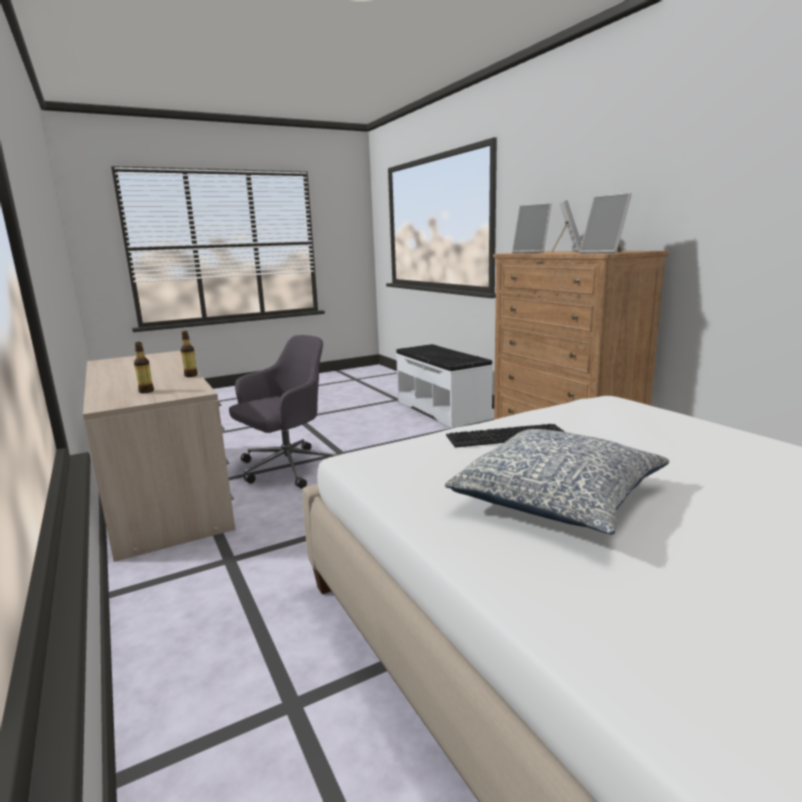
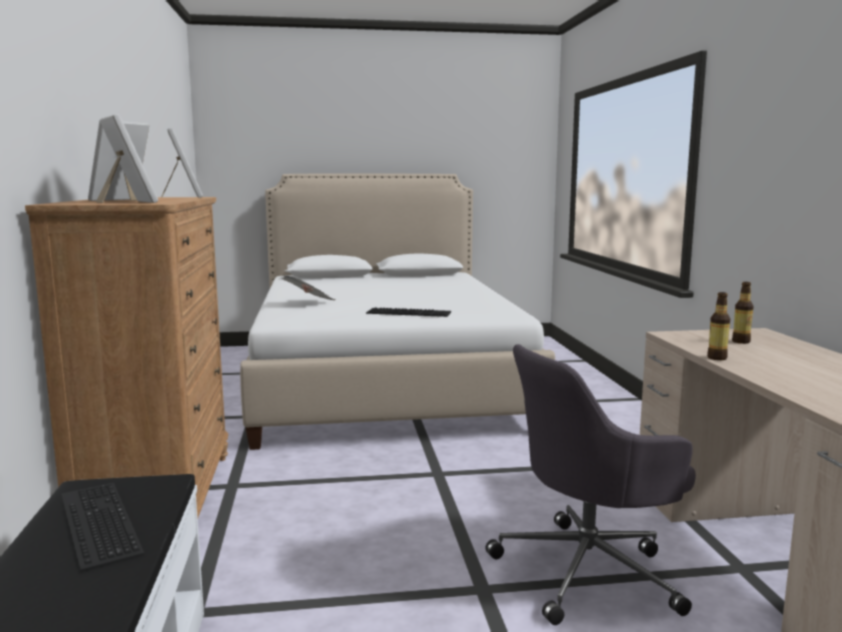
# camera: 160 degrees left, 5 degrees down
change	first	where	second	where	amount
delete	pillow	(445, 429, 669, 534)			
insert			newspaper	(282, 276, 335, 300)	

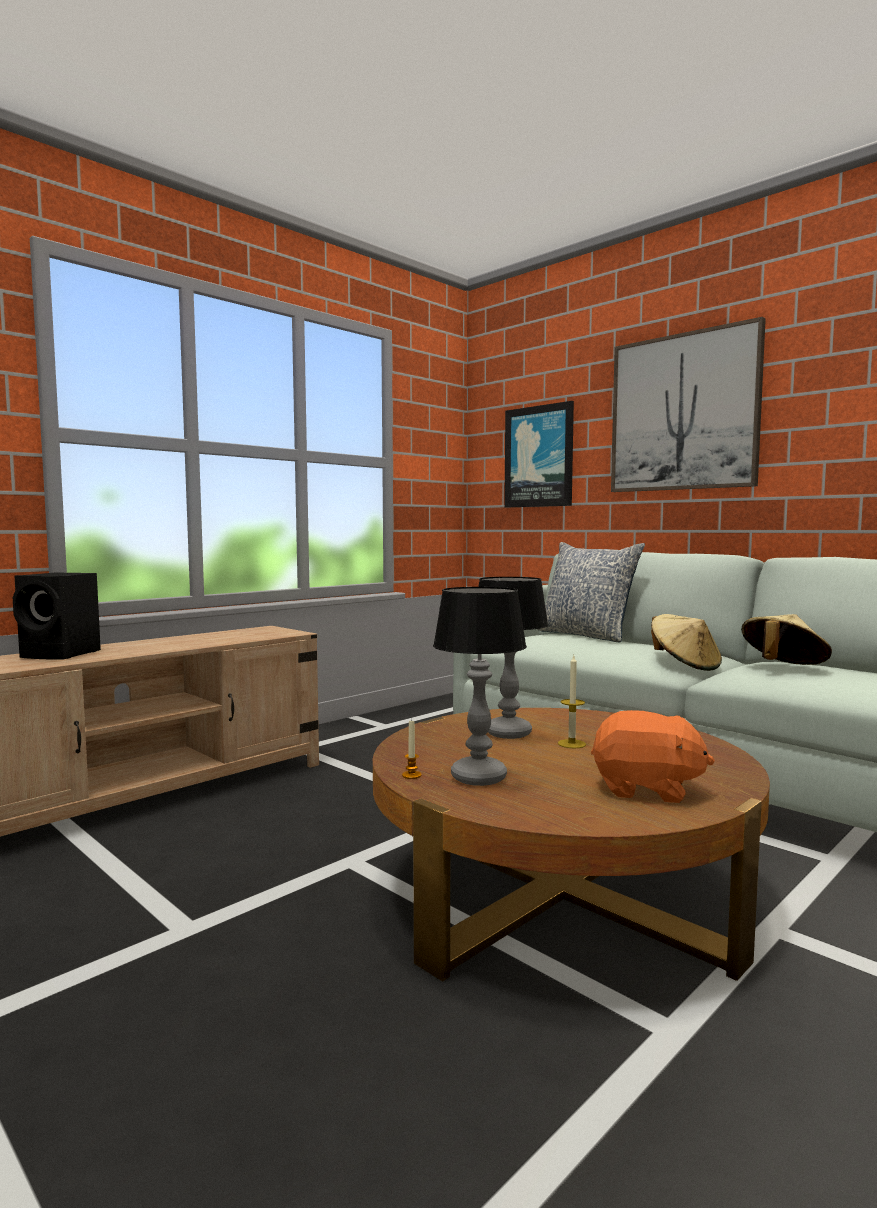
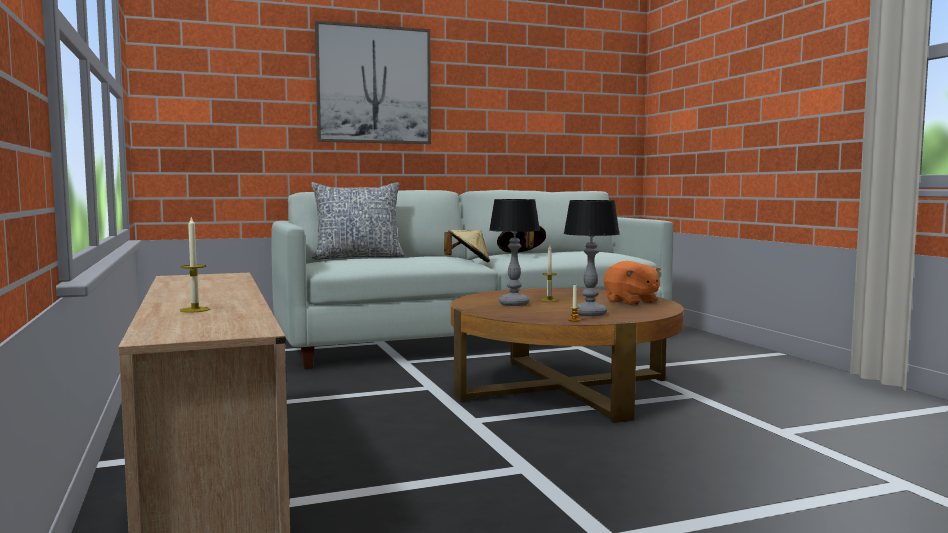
# camera: 65 degrees left, 0 degrees up
change	first	where	second	where	amount
delete	picture	(504, 401, 574, 508)			
replace	speaker in black	(13, 573, 101, 660)	candle	(180, 216, 210, 313)	
rotate	plush toy in orange	(591, 710, 715, 803)		(604, 261, 661, 305)	105 degrees clockwise

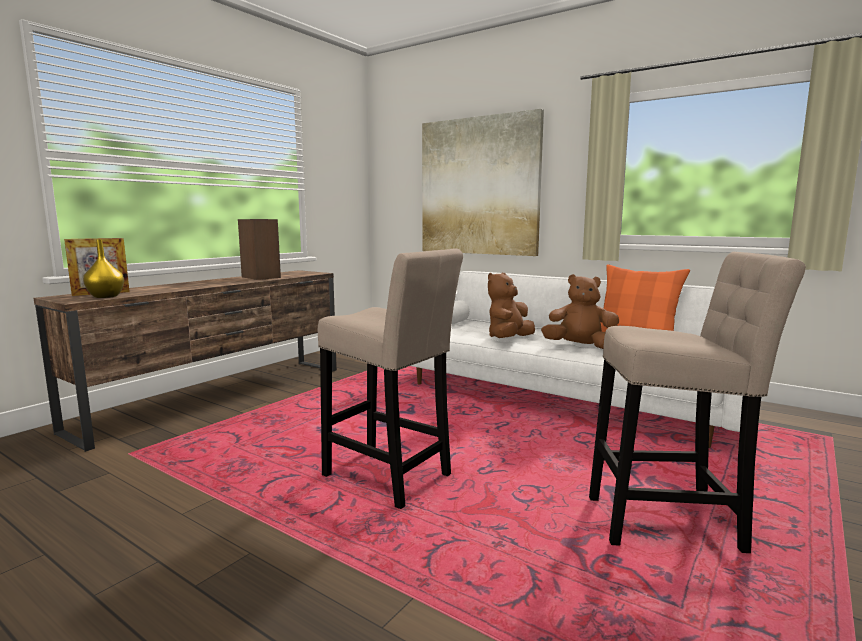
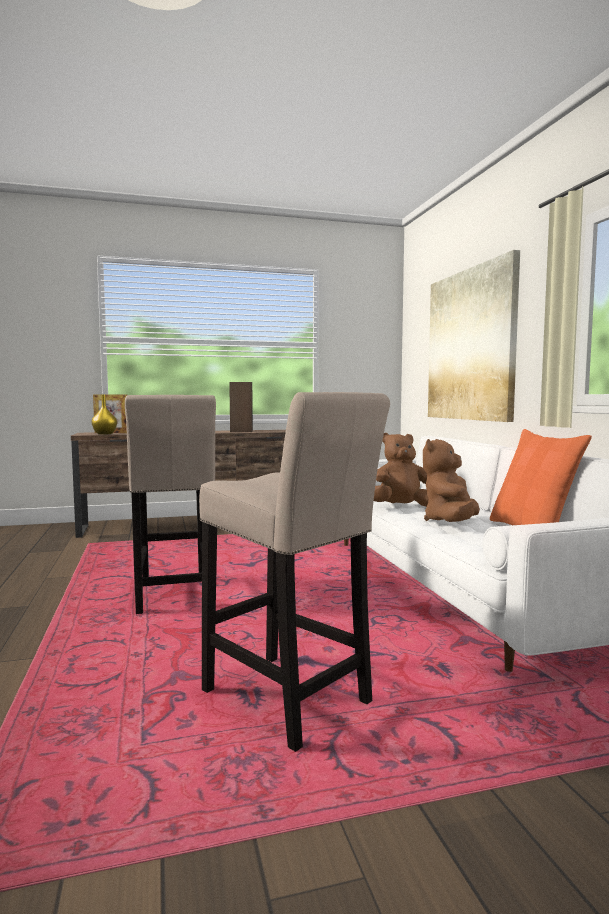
# camera: 40 degrees right, 5 degrees down
change	first	where	second	where	amount
rotate	plush toy in brown	(541, 274, 619, 349)		(423, 439, 480, 522)	120 degrees counterclockwise

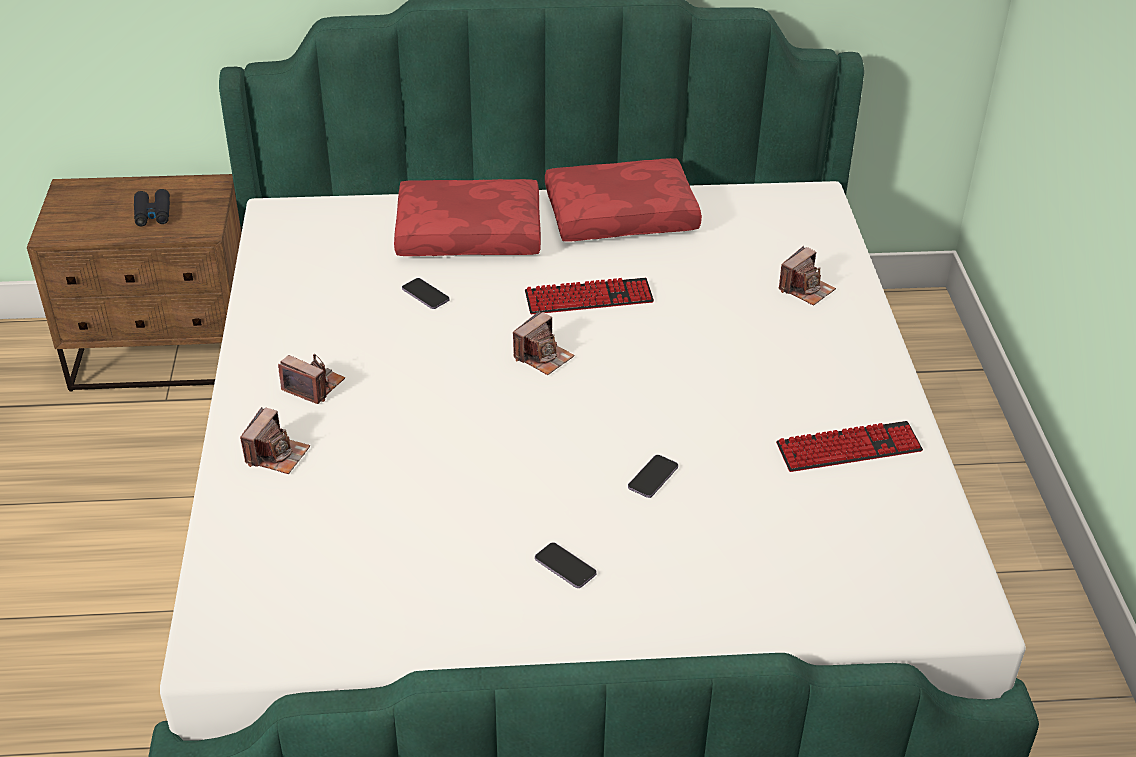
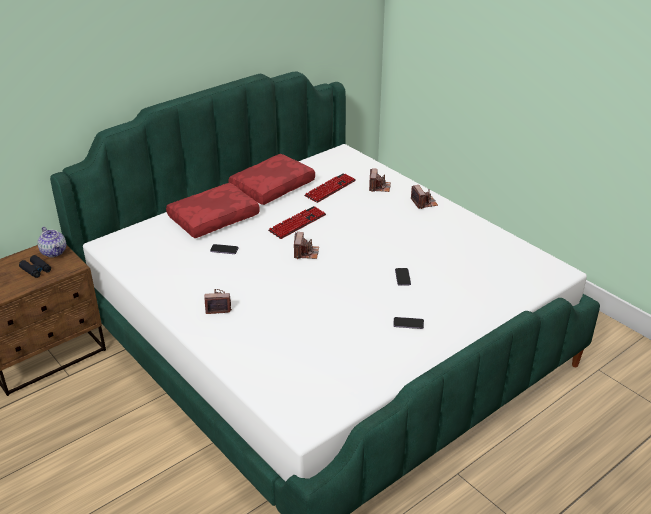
# camera: 35 degrees left, 5 degrees down
change	first	where	second	where	amount
move	photo camera	(240, 407, 310, 474)		(411, 185, 438, 209)	
move	keyboard	(776, 421, 923, 472)		(304, 173, 356, 203)	
insert			teapot	(38, 227, 66, 257)	

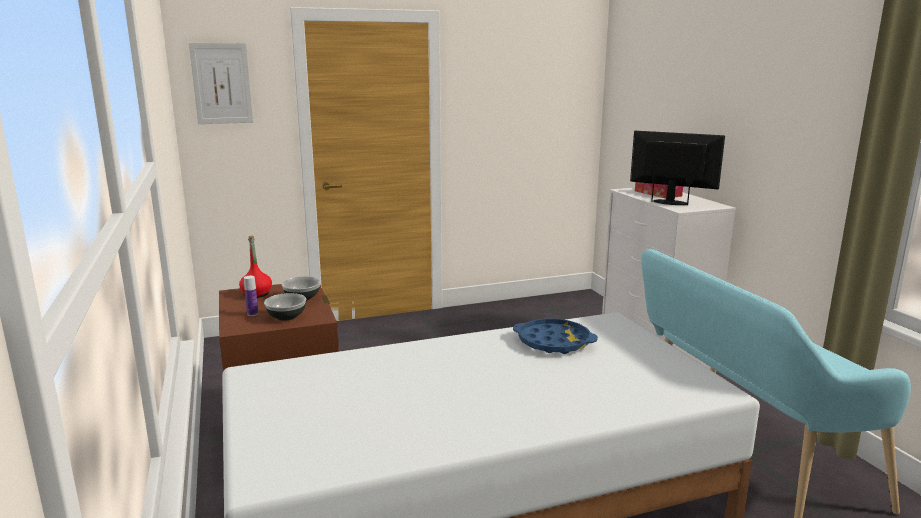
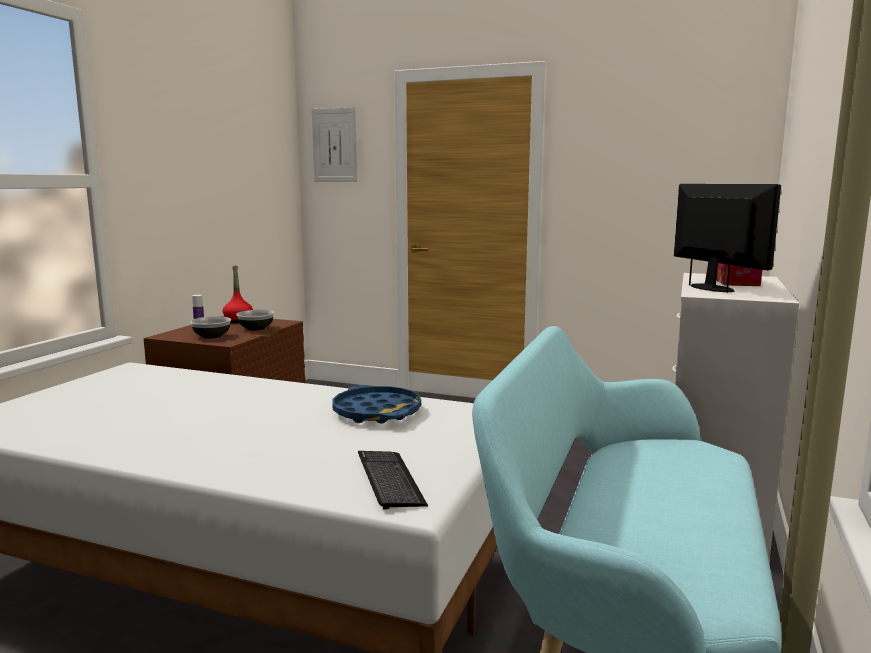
# camera: 40 degrees right, 5 degrees down
change	first	where	second	where	amount
insert			keyboard	(358, 451, 428, 510)	

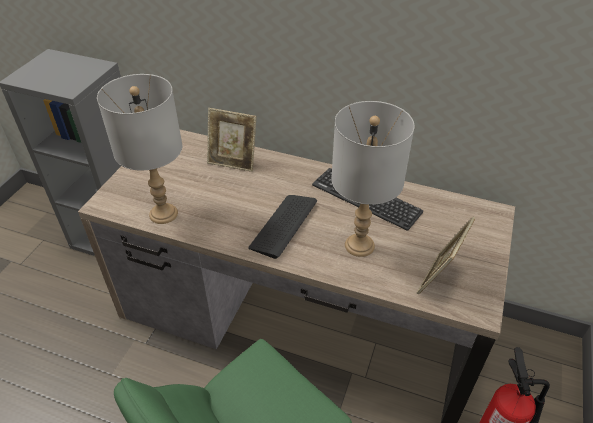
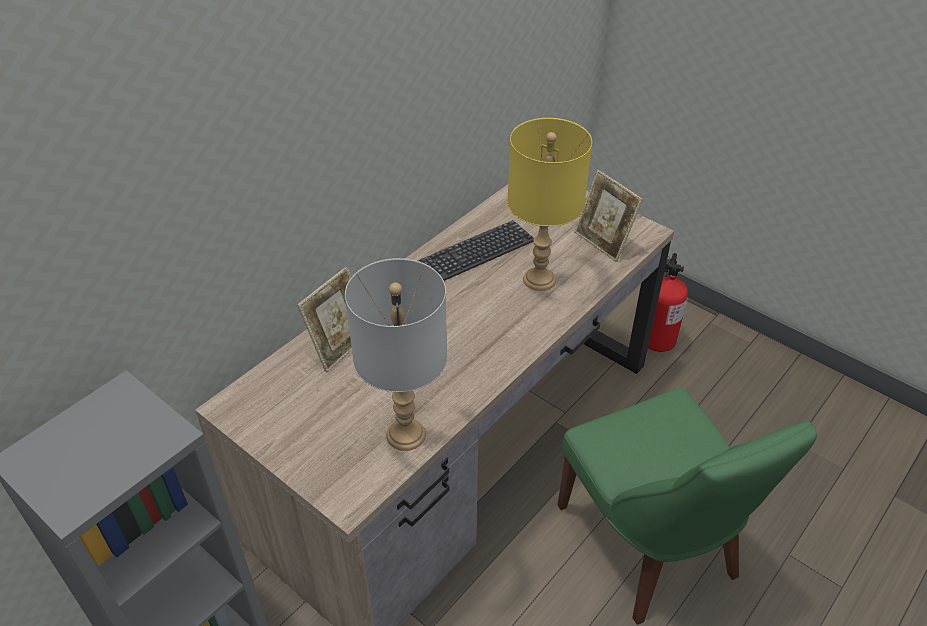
# camera: 70 degrees left, 0 degrees up
change	first	where	second	where	amount
recolor	table lamp in grey	(331, 101, 415, 257)	table lamp in yellow	(507, 118, 592, 291)	
delete	keyboard	(248, 195, 317, 259)			

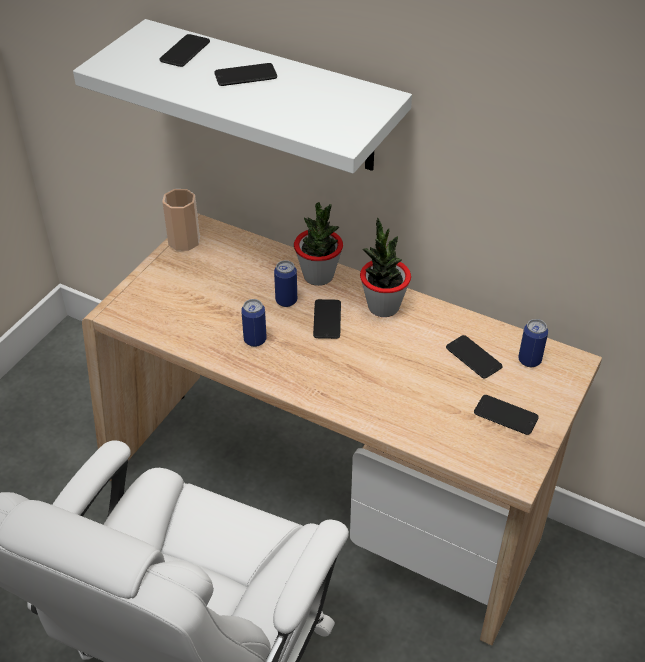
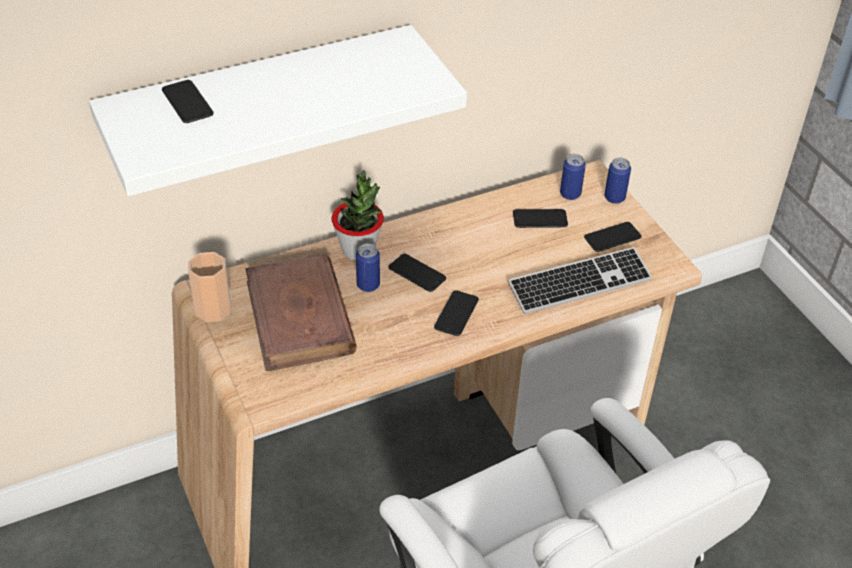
# camera: 55 degrees left, 0 degrees up
change	first	where	second	where	amount
move	phone	(214, 63, 277, 86)		(434, 291, 479, 336)	
delete	potted plant	(360, 218, 411, 317)			
move	can	(241, 299, 267, 347)		(604, 158, 631, 204)	
insert			keyboard	(508, 247, 652, 314)	
insert			book in brown	(245, 255, 357, 371)	

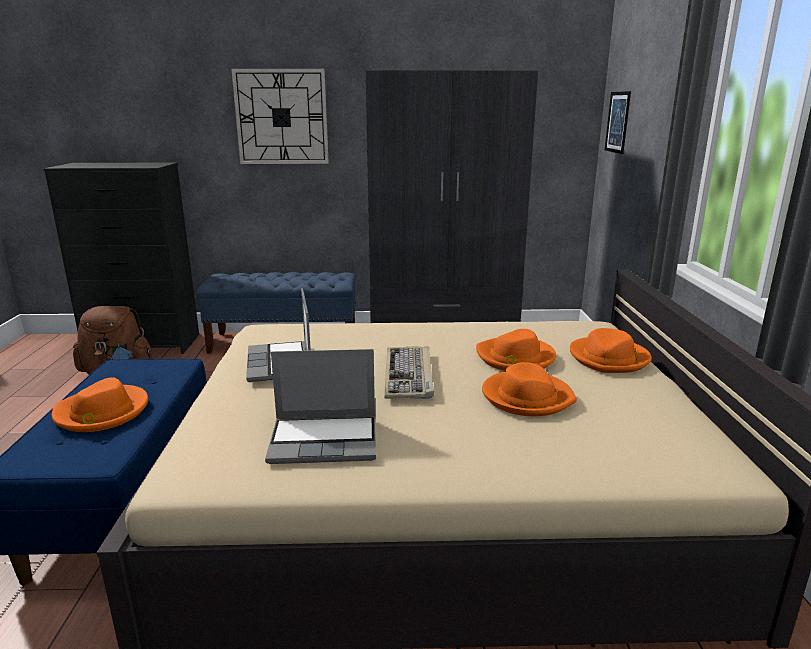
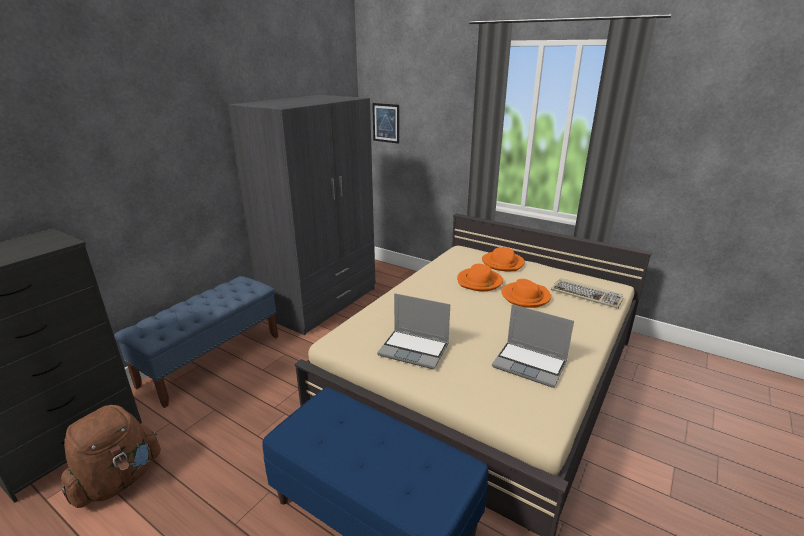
# camera: 55 degrees left, 5 degrees up
change	first	where	second	where	amount
delete	wall clock	(231, 69, 329, 164)			
move	keyboard	(384, 346, 434, 399)		(551, 278, 624, 309)	
rotate	laptop	(265, 349, 376, 464)		(492, 304, 574, 388)	90 degrees clockwise
delete	hat in orange	(52, 377, 148, 432)			

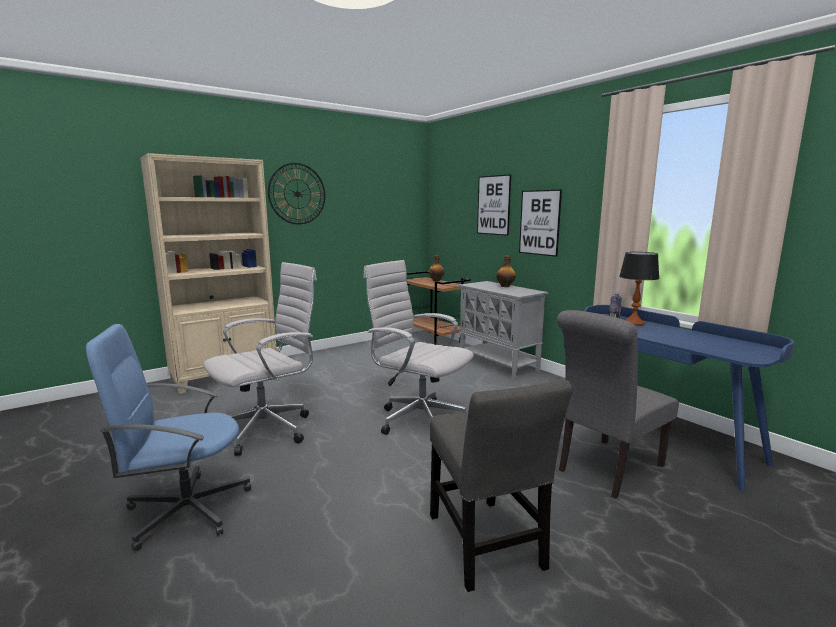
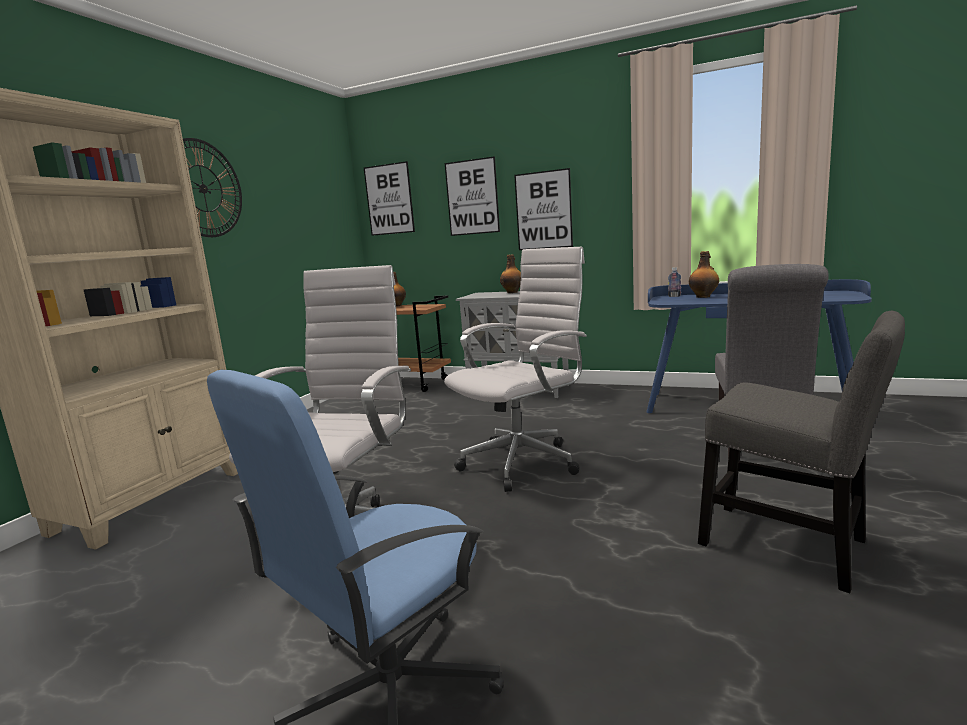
# camera: 30 degrees left, 0 degrees up
change	first	where	second	where	amount
replace	table lamp	(619, 252, 659, 326)	bottle	(689, 251, 719, 298)	
rotate	office chair in white	(363, 260, 474, 435)		(444, 247, 587, 492)	135 degrees clockwise
insert			picture	(364, 161, 415, 236)	

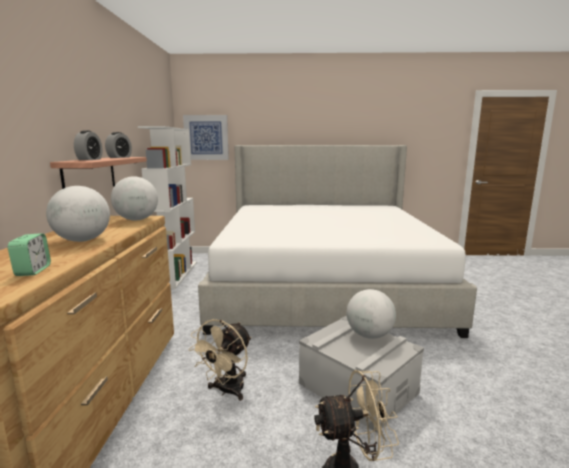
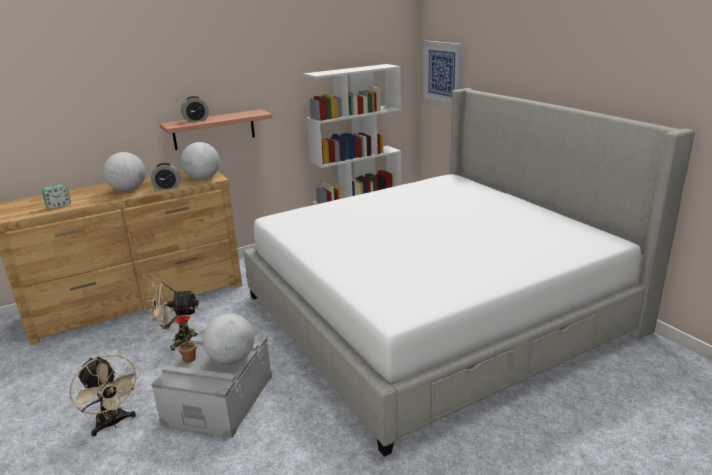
# camera: 60 degrees right, 10 degrees up
change	first	where	second	where	amount
move	alarm clock	(105, 132, 132, 158)		(151, 163, 180, 190)	
insert			potted plant	(170, 315, 196, 363)	

